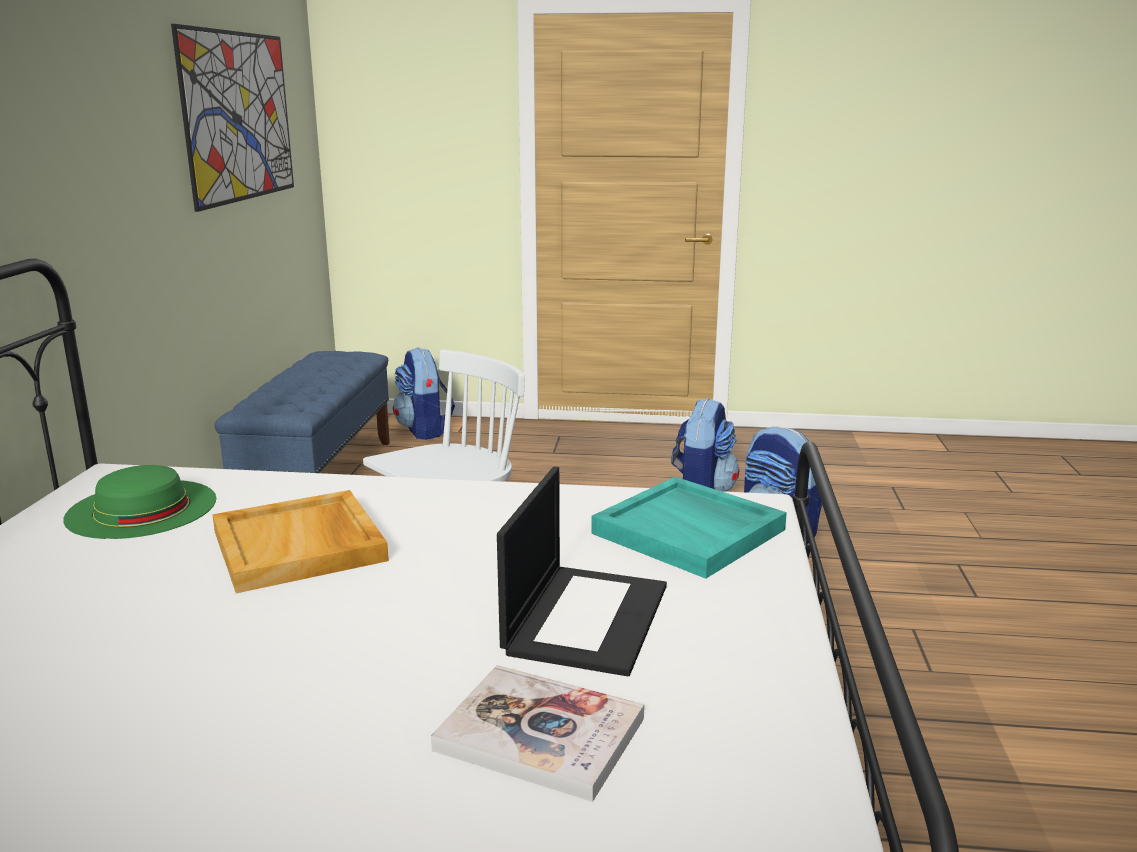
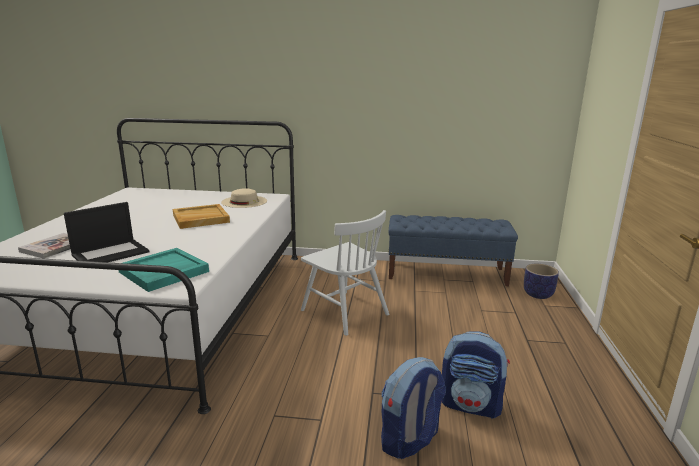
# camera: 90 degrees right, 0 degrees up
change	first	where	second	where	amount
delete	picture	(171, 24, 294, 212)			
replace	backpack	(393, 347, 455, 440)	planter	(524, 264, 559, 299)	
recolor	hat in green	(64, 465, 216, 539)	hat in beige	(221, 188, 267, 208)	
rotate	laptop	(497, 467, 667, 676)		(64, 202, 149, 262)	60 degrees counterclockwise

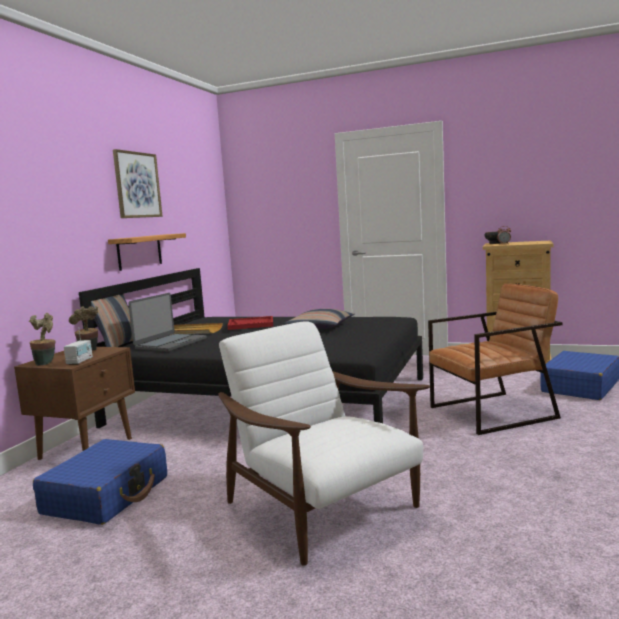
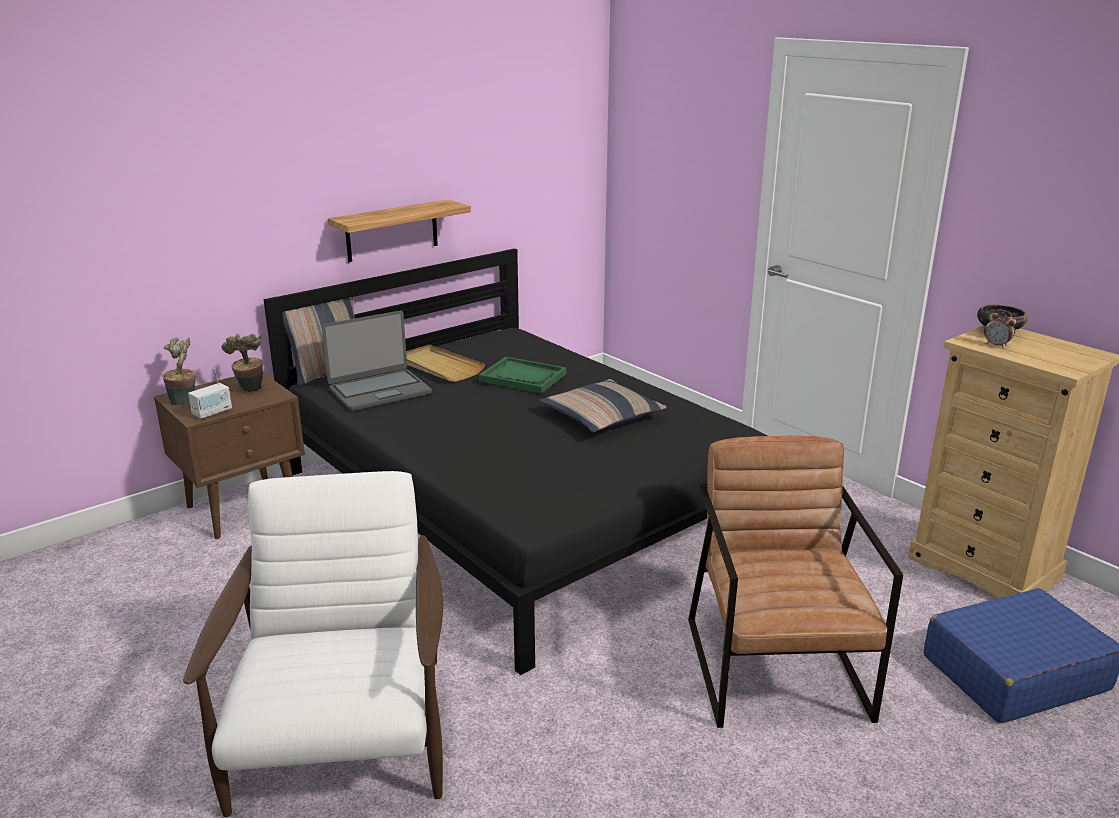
# camera: 30 degrees right, 15 degrees up
change	first	where	second	where	amount
delete	picture	(113, 149, 163, 218)			
rotate	armchair in brown	(428, 284, 563, 435)		(688, 436, 903, 728)	105 degrees counterclockwise
recolor	tray in red	(227, 316, 273, 330)	tray in green	(479, 357, 566, 394)	
delete	suitcase in blue	(33, 439, 167, 525)			

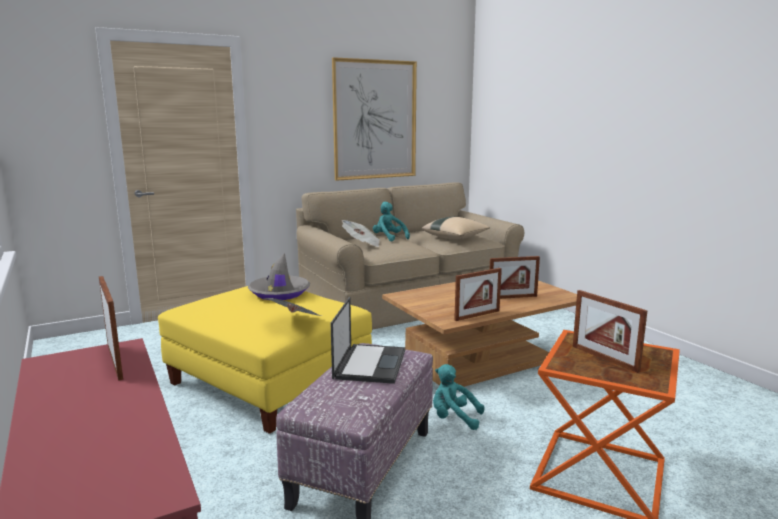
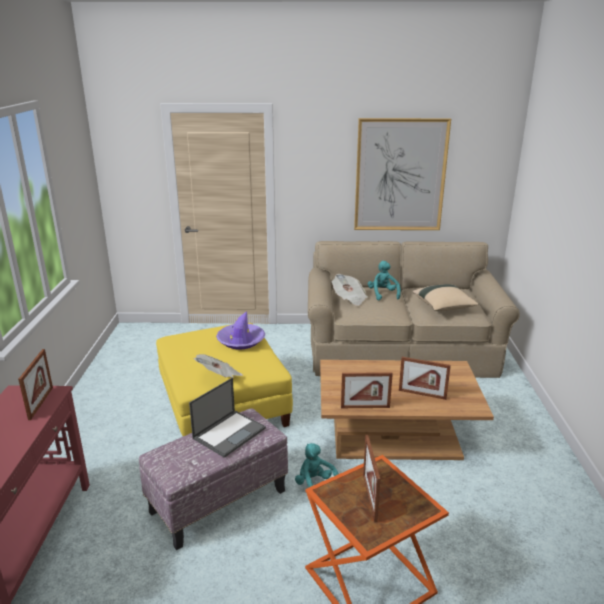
# camera: 30 degrees right, 10 degrees up
change	first	where	second	where	amount
recolor	hat in grey	(248, 253, 310, 300)	hat in purple	(216, 311, 265, 350)	

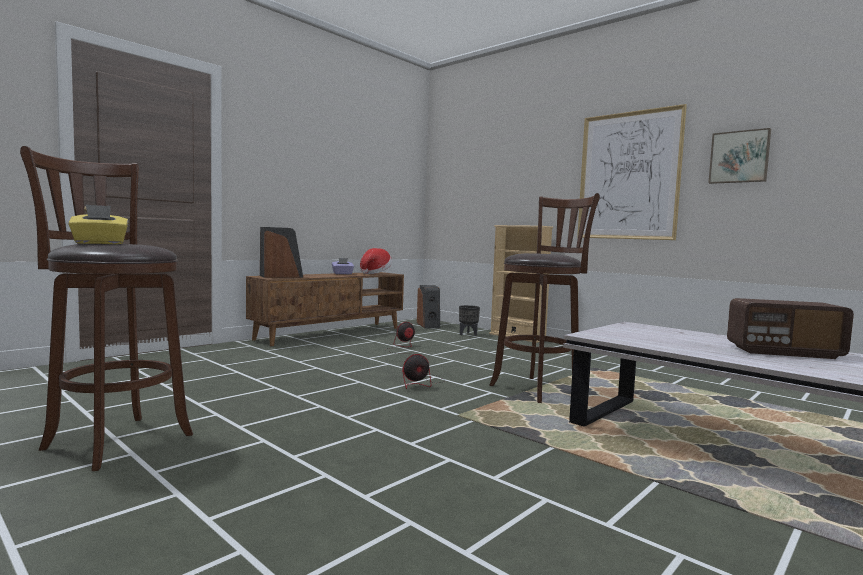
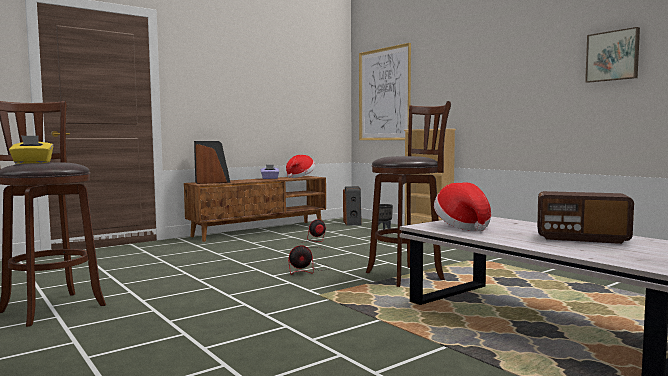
# camera: 10 degrees right, 0 degrees up
change	first	where	second	where	amount
move	picture	(577, 104, 687, 240)		(359, 43, 411, 140)	
insert			hat	(434, 183, 491, 231)	

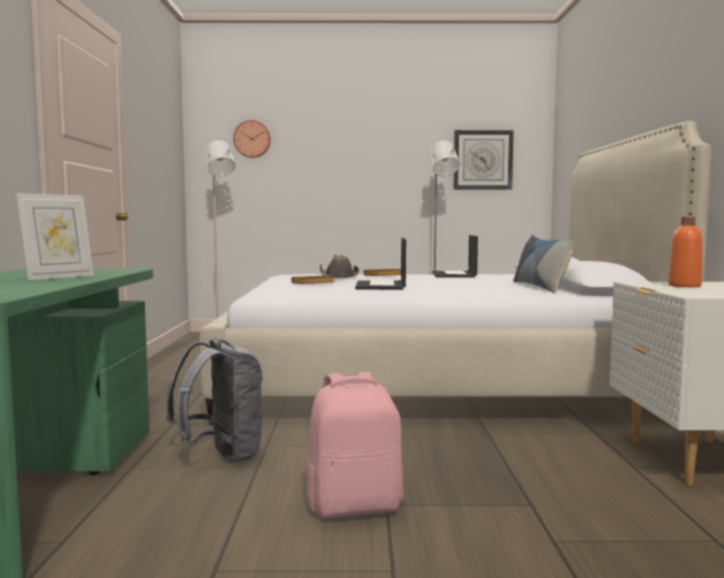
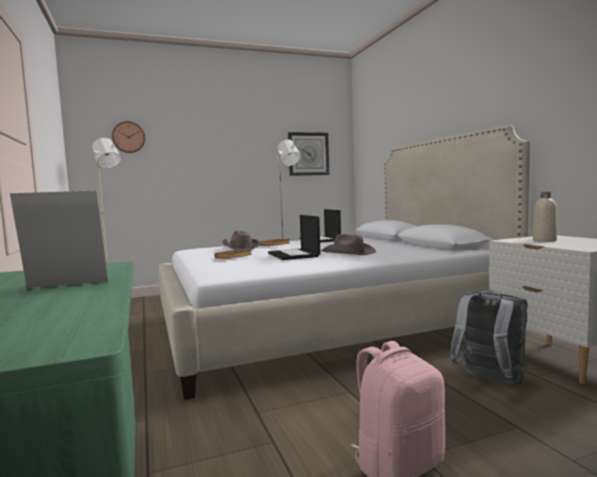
# camera: 20 degrees left, 0 degrees up
change	first	where	second	where	amount
rotate	picture frame	(16, 193, 94, 280)		(10, 190, 108, 288)	120 degrees counterclockwise
recolor	bottle in orange	(668, 217, 702, 287)	bottle in beige	(533, 192, 557, 242)	
delete	pillow	(514, 235, 575, 293)			
move	backpack in grey	(166, 337, 263, 463)		(449, 290, 528, 386)	
insert			hat in brown	(321, 234, 376, 255)	

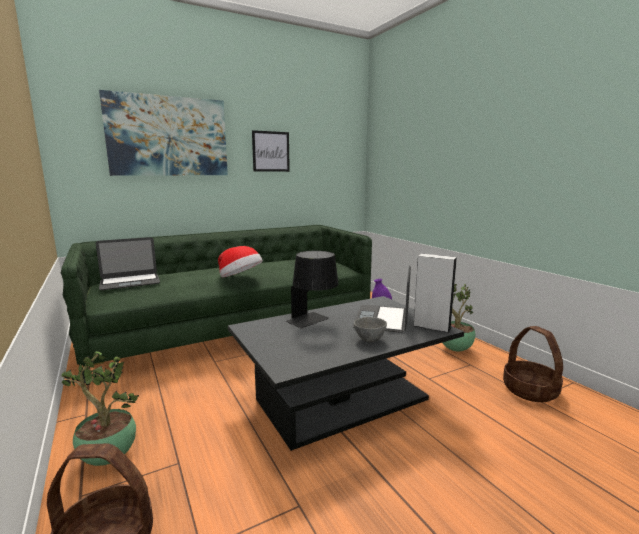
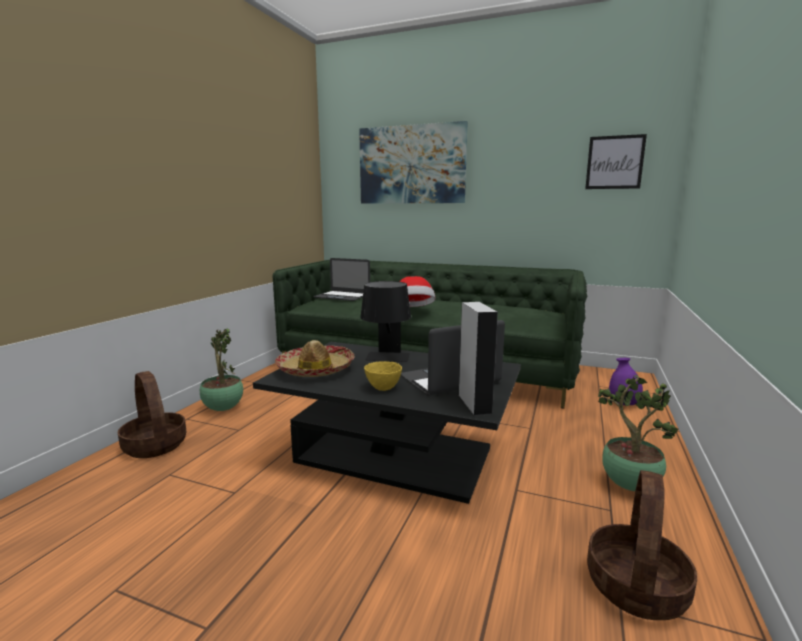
# camera: 50 degrees right, 0 degrees up
change	first	where	second	where	amount
move	picture	(252, 130, 290, 172)		(585, 134, 647, 189)	
recolor	bowl in grey	(354, 317, 387, 343)	bowl in yellow	(364, 361, 402, 391)	
insert			hat	(275, 340, 355, 377)	

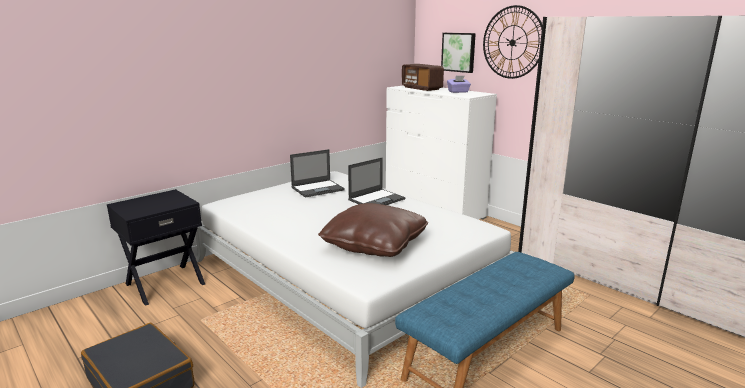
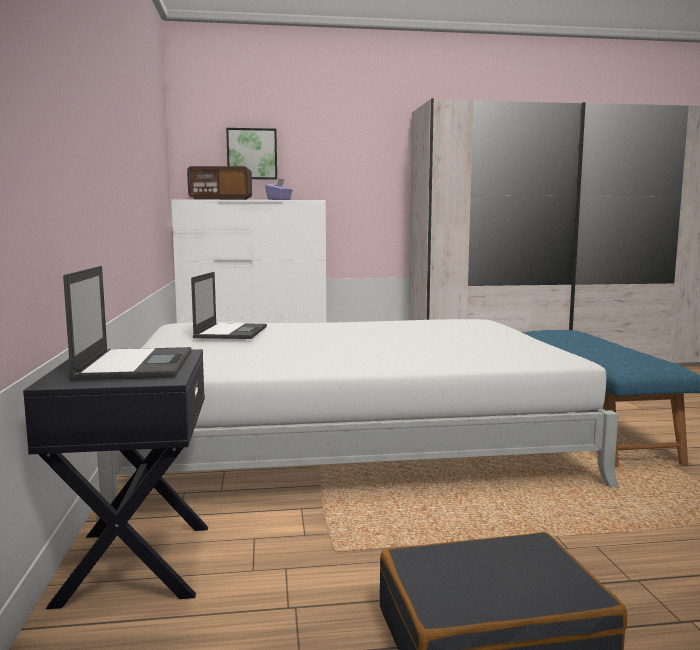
# camera: 55 degrees left, 10 degrees down
change	first	where	second	where	amount
delete	wall clock	(483, 5, 542, 79)			
move	laptop	(348, 157, 405, 205)		(63, 266, 191, 380)	
delete	pillow in brown	(318, 203, 428, 257)			

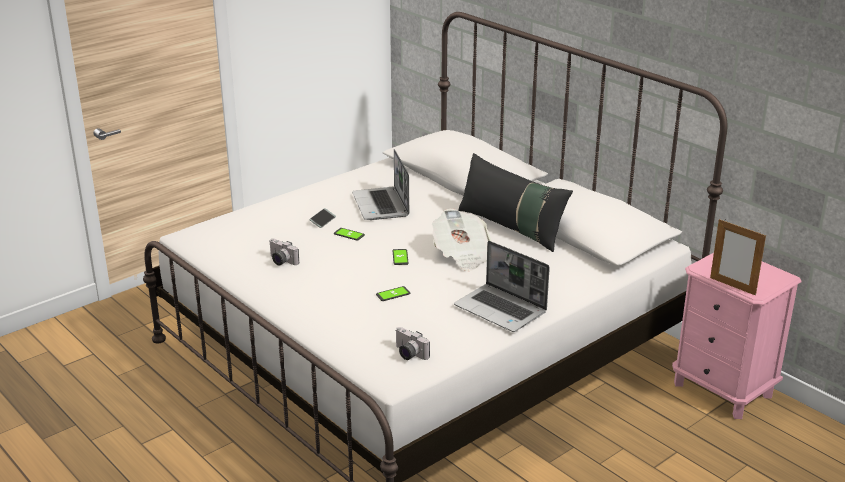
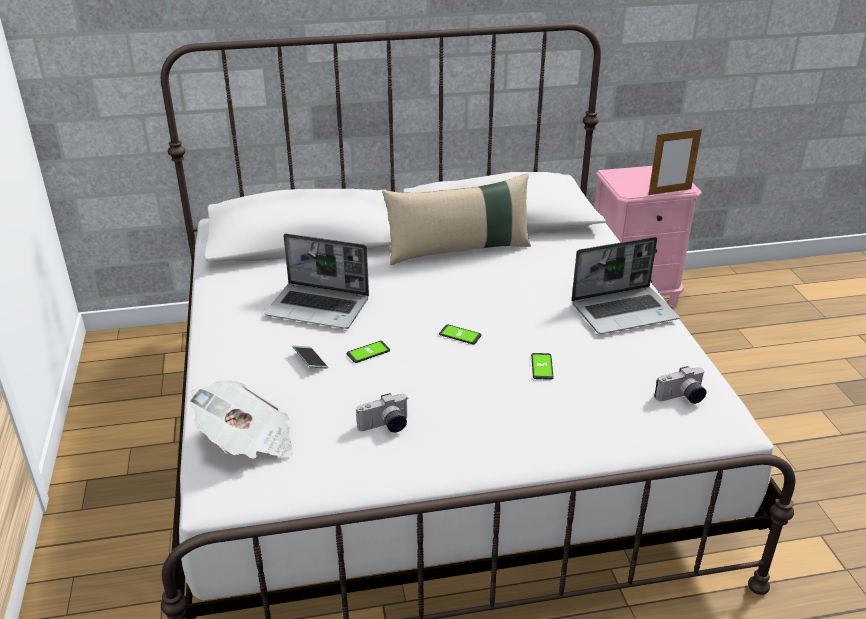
# camera: 60 degrees left, 5 degrees up
change	first	where	second	where	amount
recolor	pillow in black	(458, 153, 573, 252)	pillow in beige	(382, 173, 531, 265)	
move	newspaper	(432, 208, 491, 271)		(188, 381, 293, 459)	

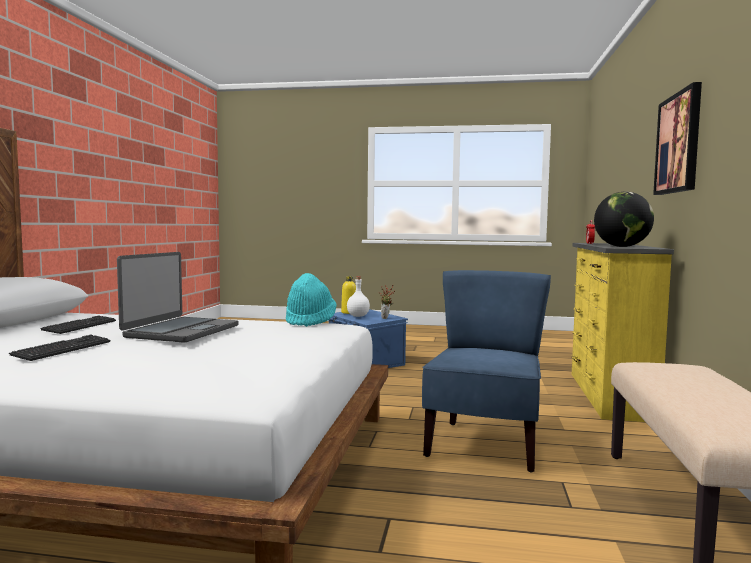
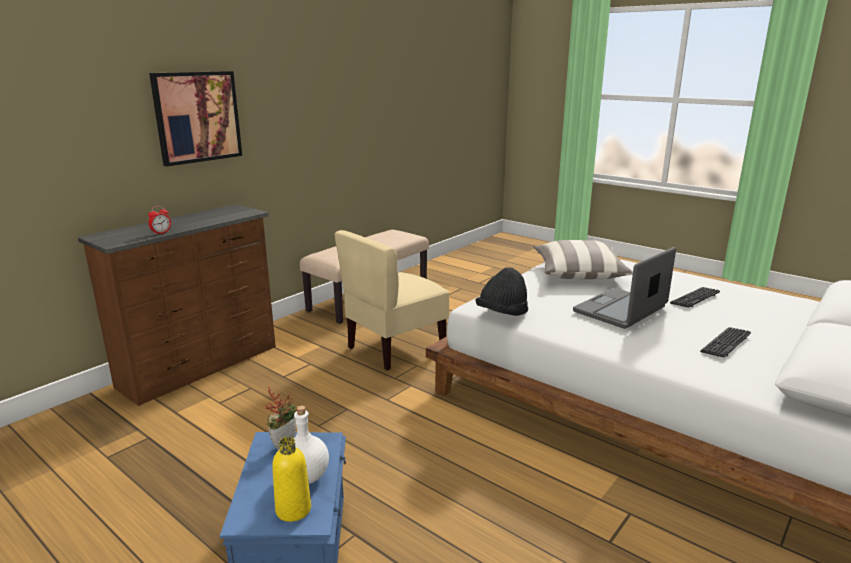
# camera: 150 degrees left, 15 degrees up
change	first	where	second	where	amount
delete	globe	(594, 192, 654, 247)			
recolor	dresser in yellow	(571, 243, 674, 422)	dresser in brown	(78, 204, 276, 406)	
recolor	chair in blue	(422, 270, 551, 473)	chair in beige	(335, 230, 449, 370)	
recolor	hat in turquoise	(286, 273, 336, 327)	hat in black	(475, 267, 528, 316)	
insert			pillow	(533, 240, 633, 279)	

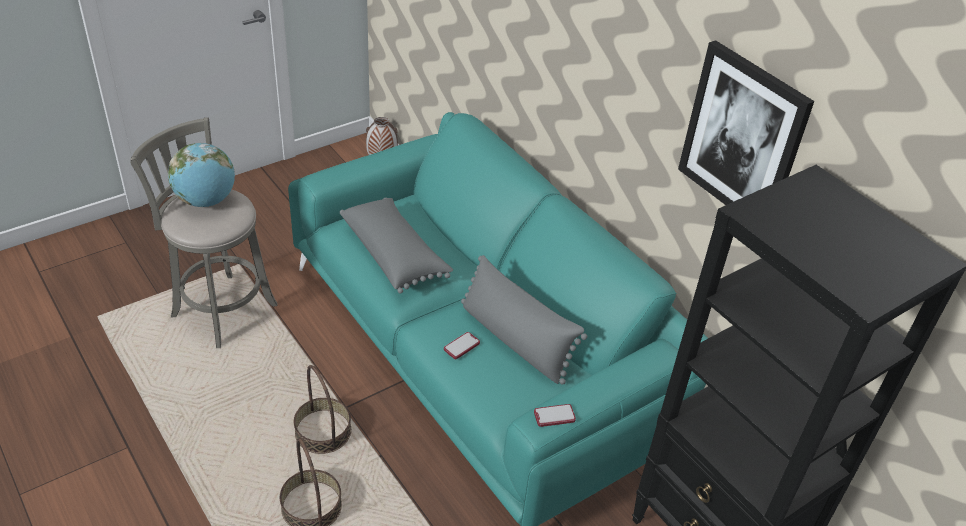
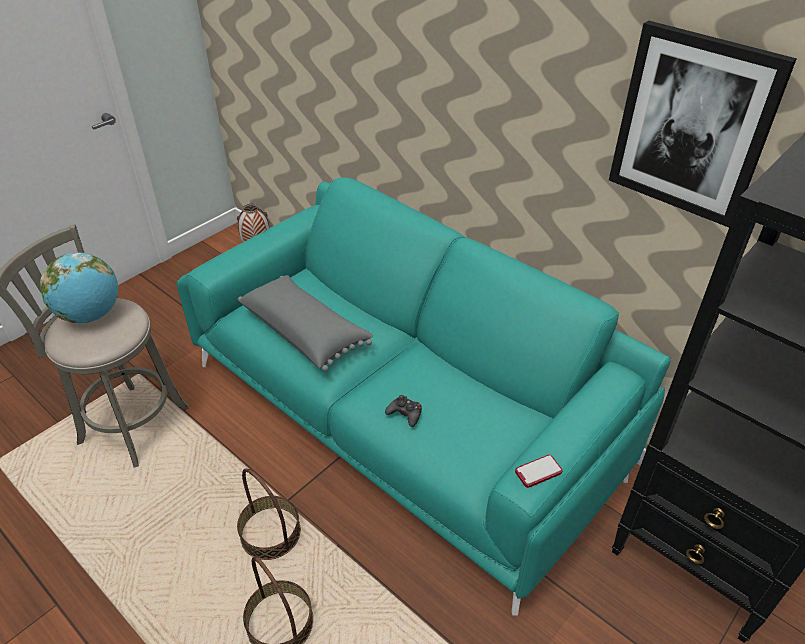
# camera: 10 degrees left, 0 degrees up
change	first	where	second	where	amount
delete	pillow in grey	(461, 255, 587, 385)			
replace	phone	(444, 332, 480, 359)	game controller in black	(385, 395, 422, 427)	

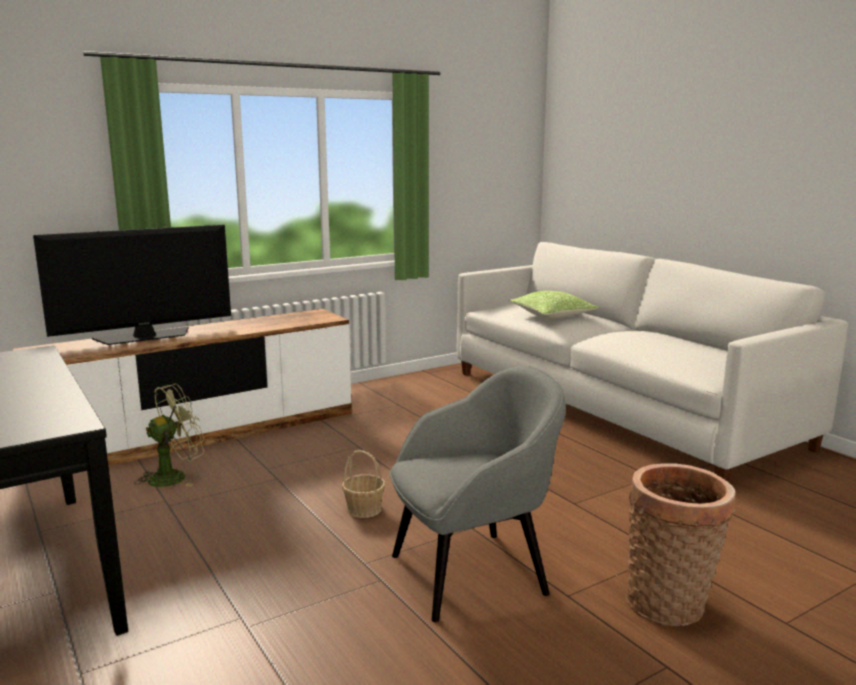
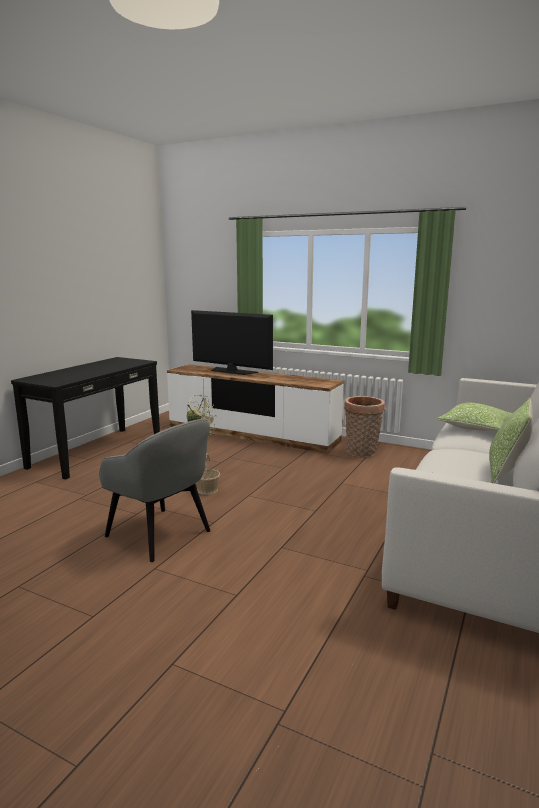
# camera: 60 degrees right, 0 degrees up
change	first	where	second	where	amount
move	basket	(626, 463, 735, 626)		(344, 396, 385, 457)	
insert			pillow	(489, 398, 533, 484)	

